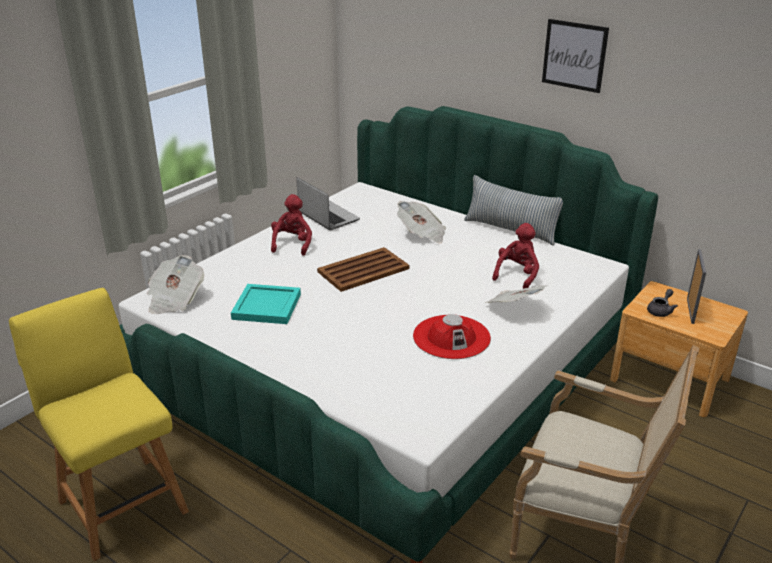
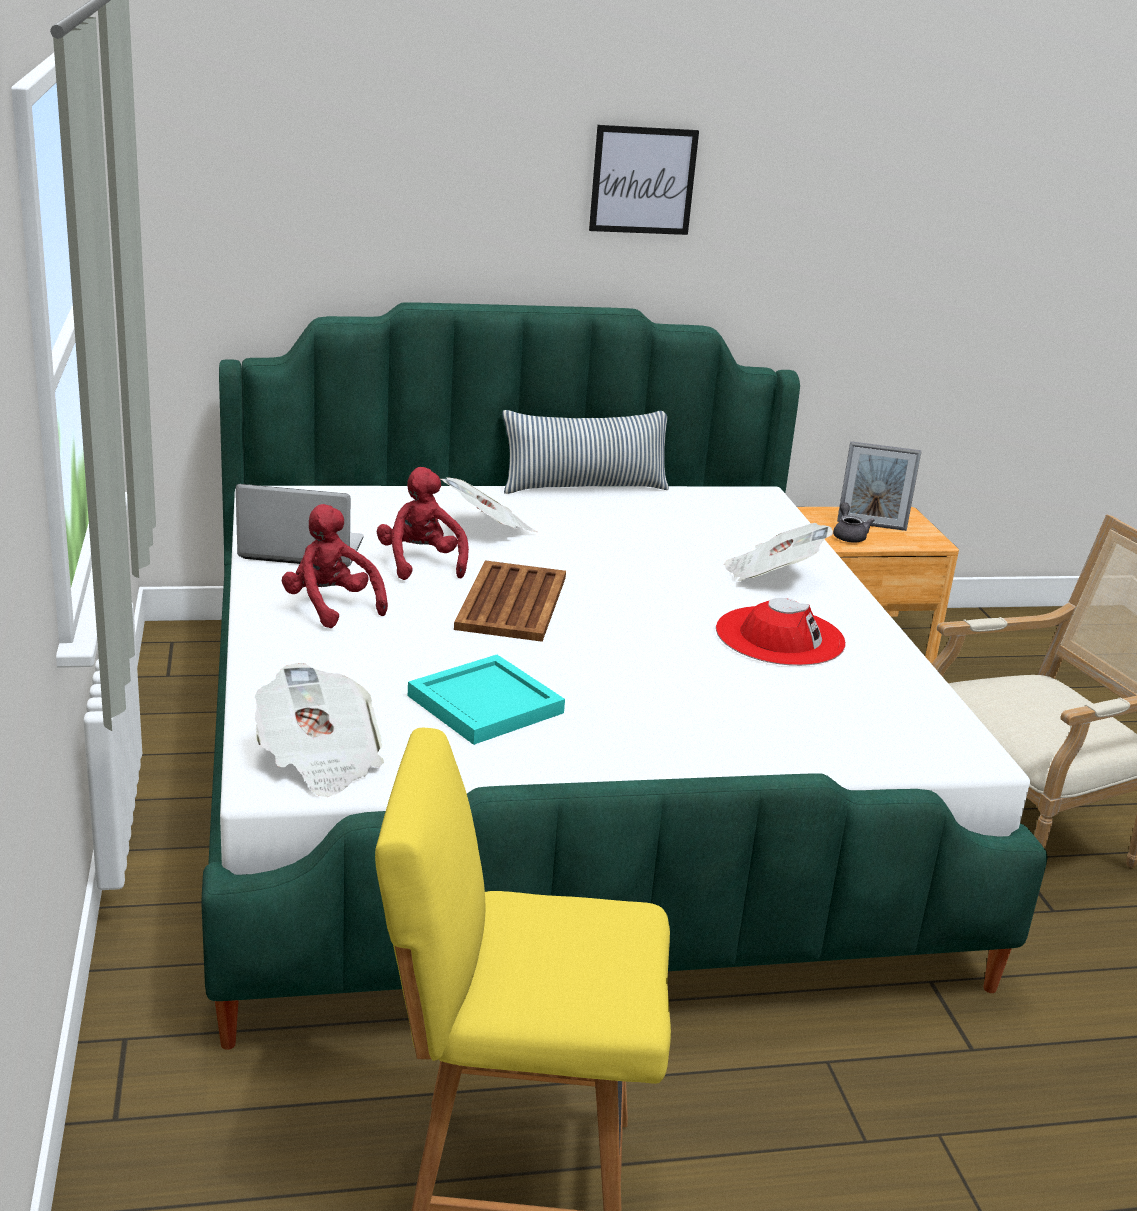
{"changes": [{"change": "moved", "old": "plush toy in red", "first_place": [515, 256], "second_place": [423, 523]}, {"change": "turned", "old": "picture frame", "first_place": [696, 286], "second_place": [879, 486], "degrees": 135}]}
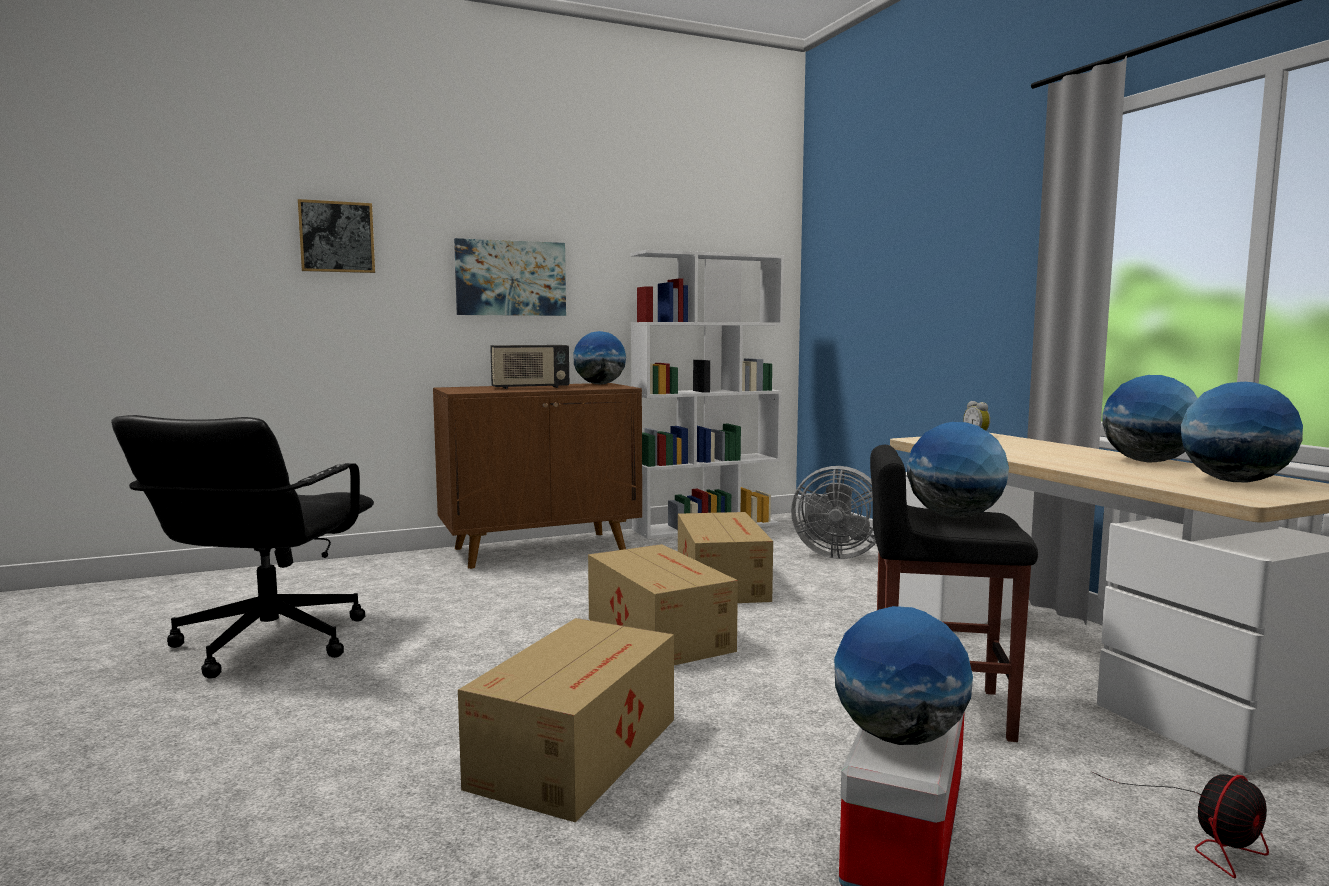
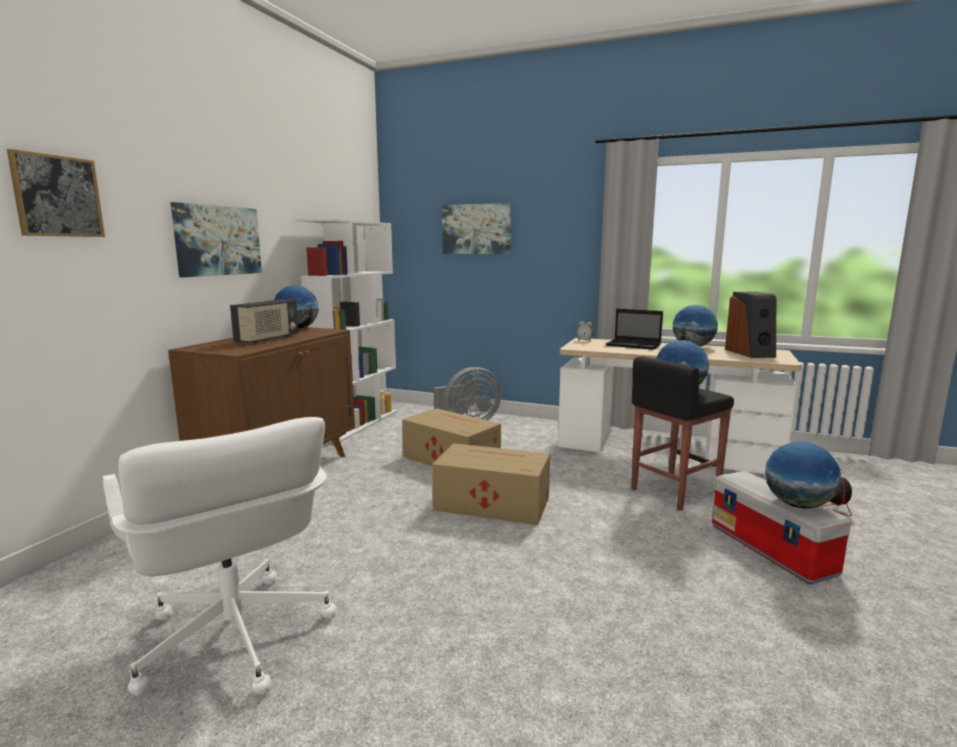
{"changes": [{"change": "removed", "old": "cardboard box", "first_place": [566, 720]}, {"change": "added", "new": "picture", "second_place": [476, 228]}, {"change": "added", "new": "laptop", "second_place": [634, 329]}, {"change": "replaced", "old": "globe", "new": "speaker", "first_place": [1242, 432], "second_place": [750, 325]}, {"change": "recoloured", "old": "office chair in black", "new": "office chair in white", "first_place": [242, 546], "second_place": [220, 556]}]}
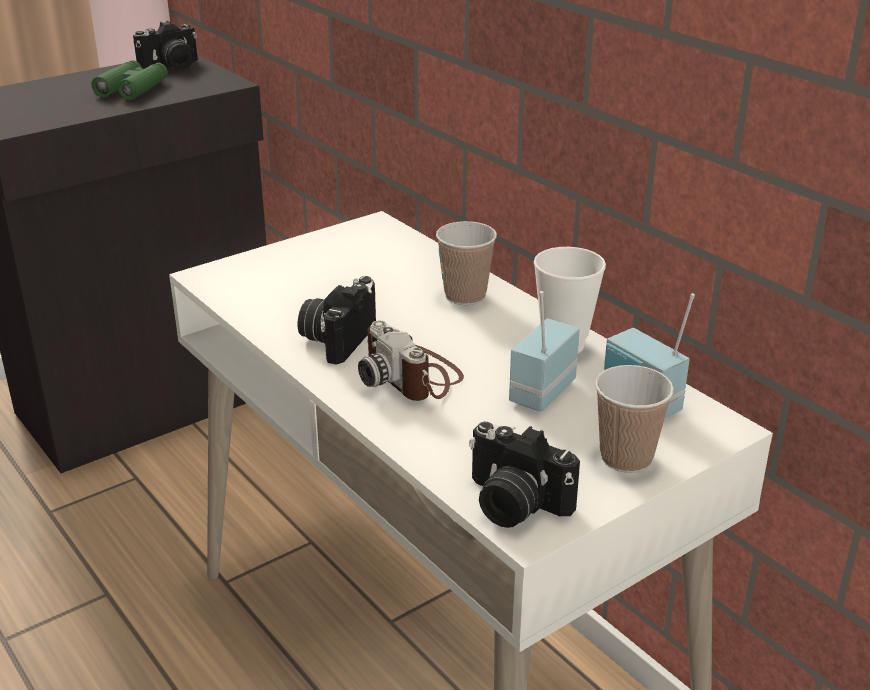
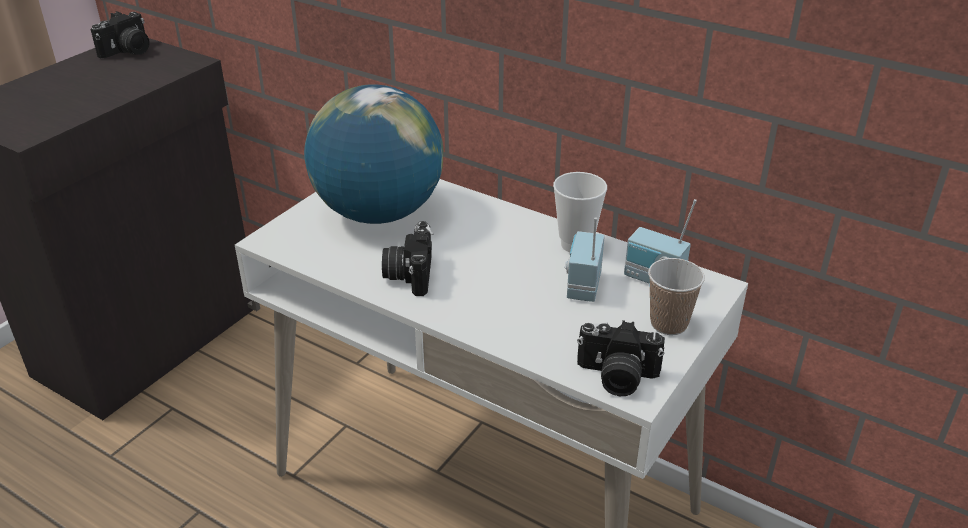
{"changes": [{"change": "removed", "old": "binoculars in green", "first_place": [129, 80]}, {"change": "removed", "old": "photo camera", "first_place": [411, 360]}, {"change": "removed", "old": "cup", "first_place": [466, 263]}, {"change": "added", "new": "globe", "second_place": [373, 154]}]}
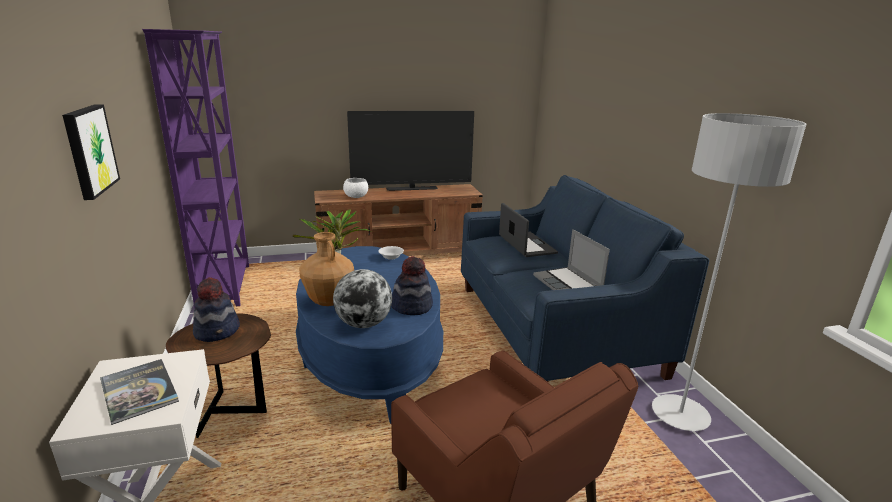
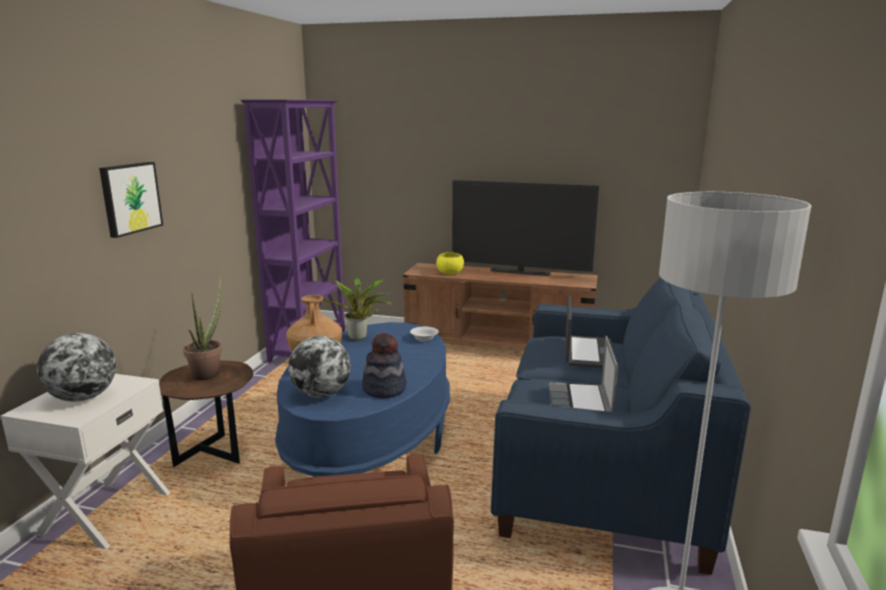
{"changes": [{"change": "replaced", "old": "book", "new": "globe", "first_place": [139, 392], "second_place": [76, 367]}, {"change": "replaced", "old": "hat", "new": "potted plant", "first_place": [216, 309], "second_place": [202, 328]}, {"change": "recoloured", "old": "bowl in white", "new": "bowl in yellow", "first_place": [355, 188], "second_place": [450, 264]}]}
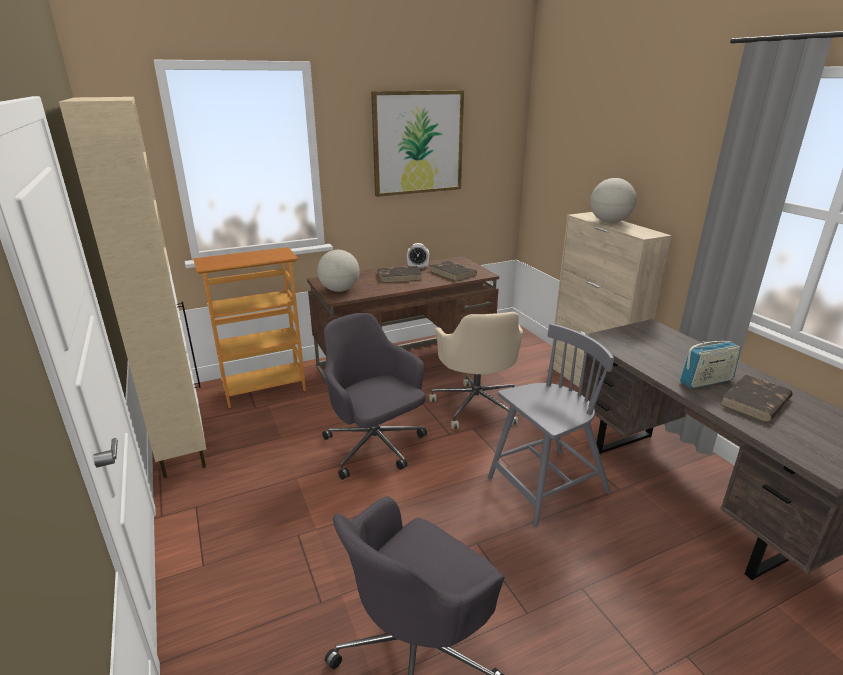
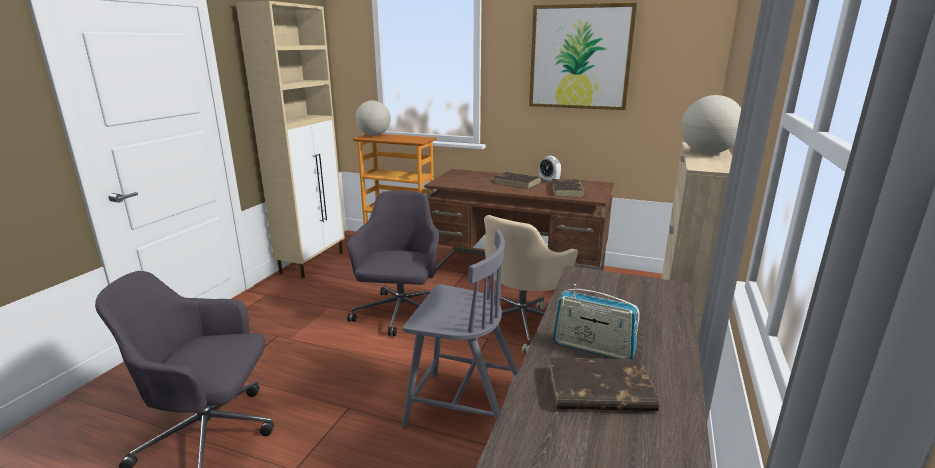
{"changes": [{"change": "moved", "old": "globe", "first_place": [338, 271], "second_place": [373, 118]}]}
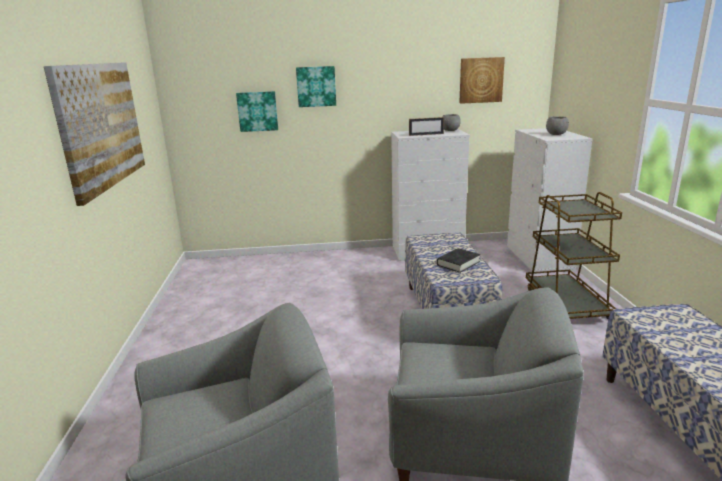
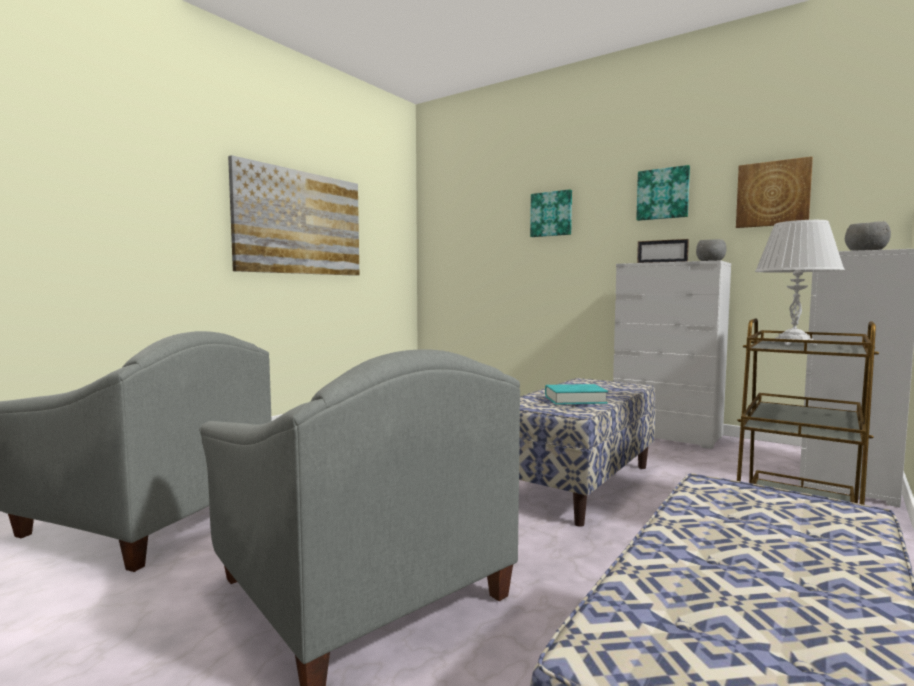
{"changes": [{"change": "added", "new": "table lamp in white", "second_place": [800, 282]}, {"change": "moved", "old": "picture", "first_place": [257, 111], "second_place": [663, 193]}, {"change": "recoloured", "old": "book in black", "new": "book in turquoise", "first_place": [458, 260], "second_place": [576, 394]}]}
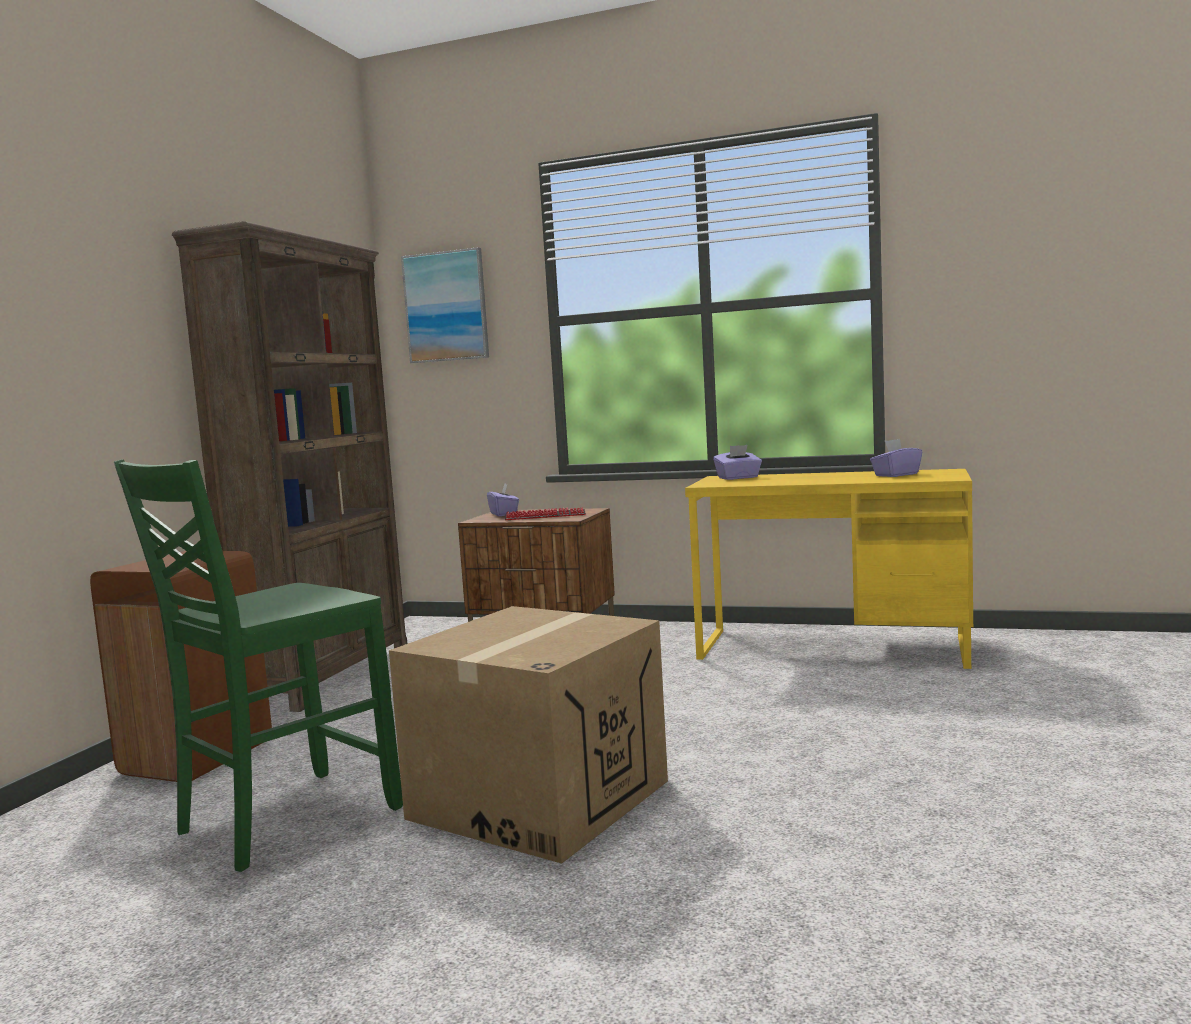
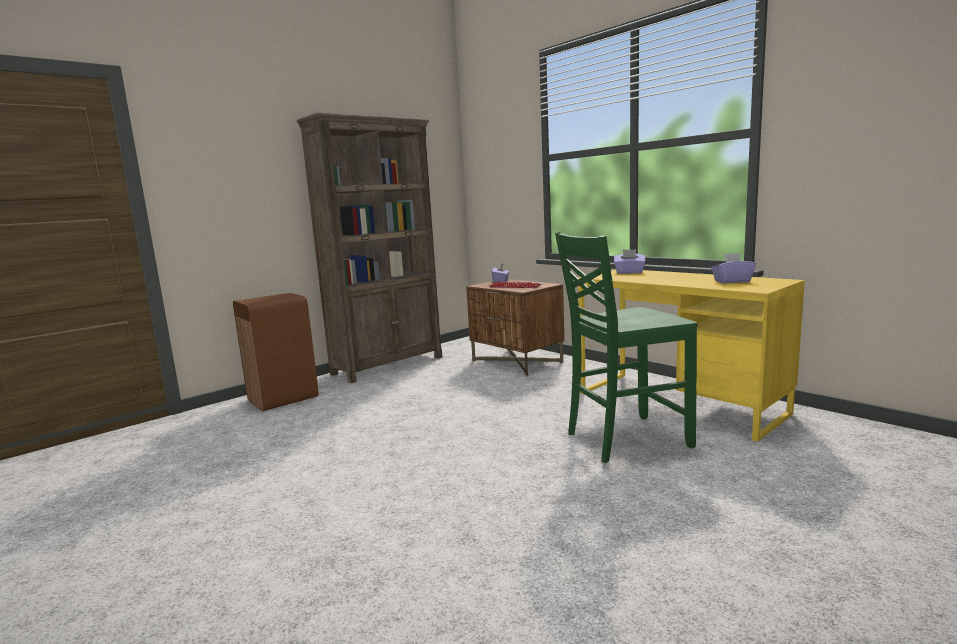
{"changes": [{"change": "removed", "old": "cardboard box", "first_place": [528, 735]}, {"change": "removed", "old": "picture", "first_place": [445, 305]}, {"change": "moved", "old": "chair in green", "first_place": [258, 665], "second_place": [626, 347]}]}
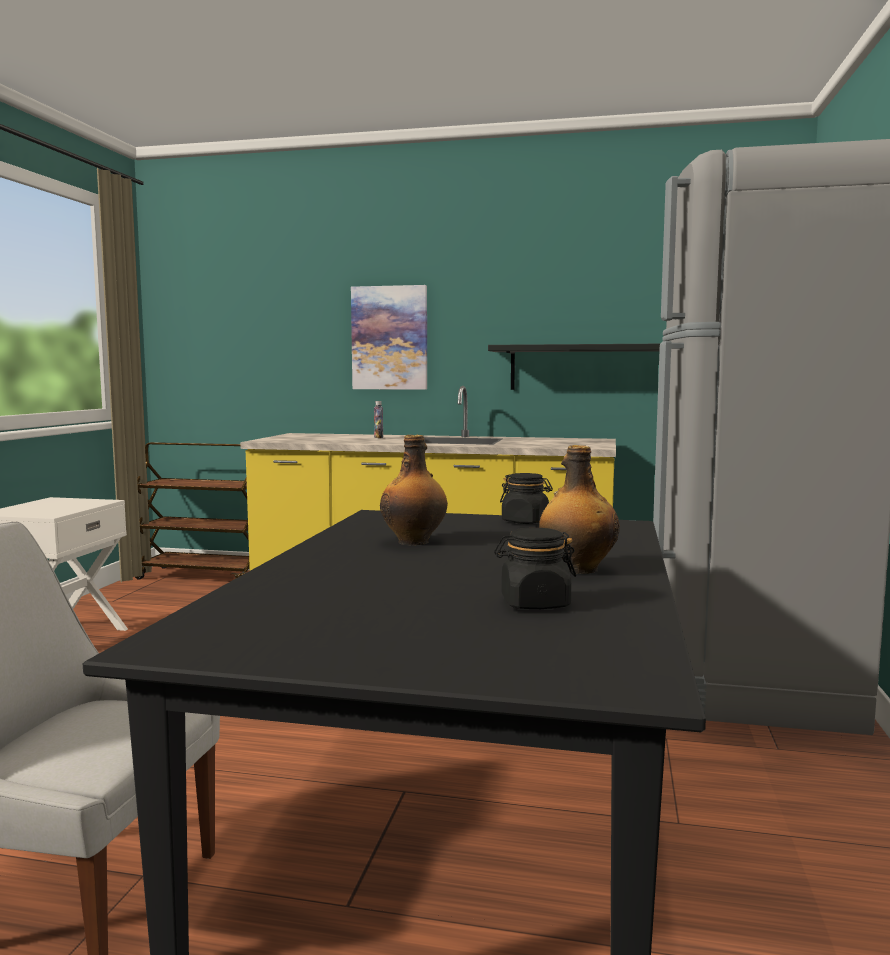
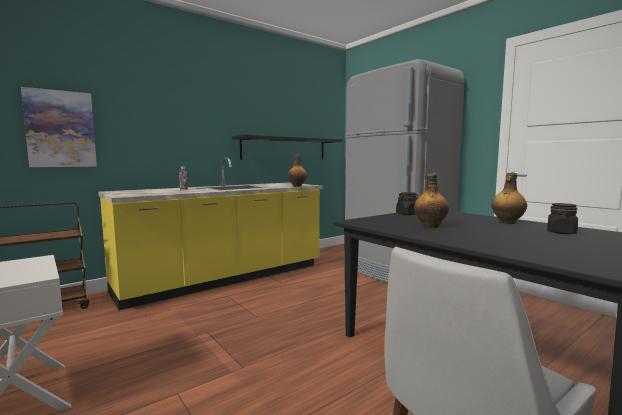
{"changes": [{"change": "added", "new": "bottle", "second_place": [297, 171]}, {"change": "moved", "old": "picture", "first_place": [389, 337], "second_place": [59, 127]}]}
